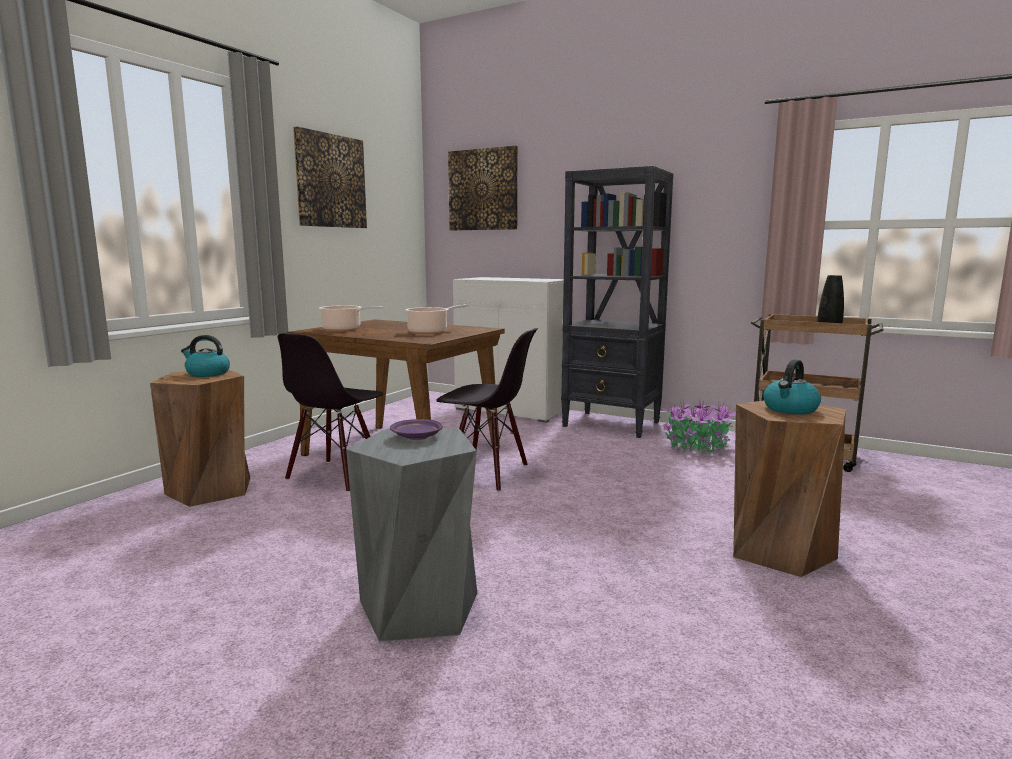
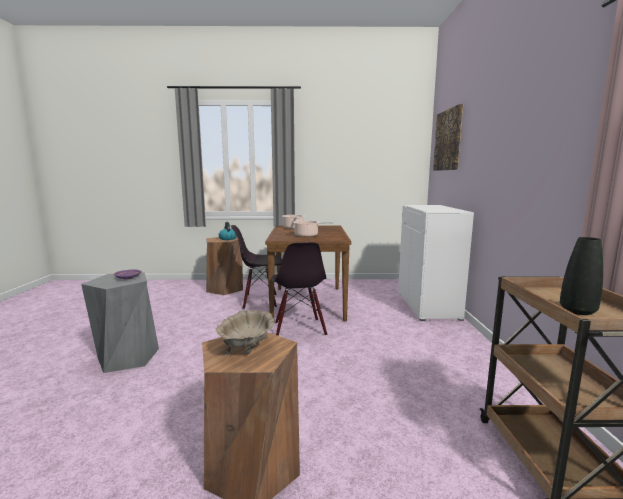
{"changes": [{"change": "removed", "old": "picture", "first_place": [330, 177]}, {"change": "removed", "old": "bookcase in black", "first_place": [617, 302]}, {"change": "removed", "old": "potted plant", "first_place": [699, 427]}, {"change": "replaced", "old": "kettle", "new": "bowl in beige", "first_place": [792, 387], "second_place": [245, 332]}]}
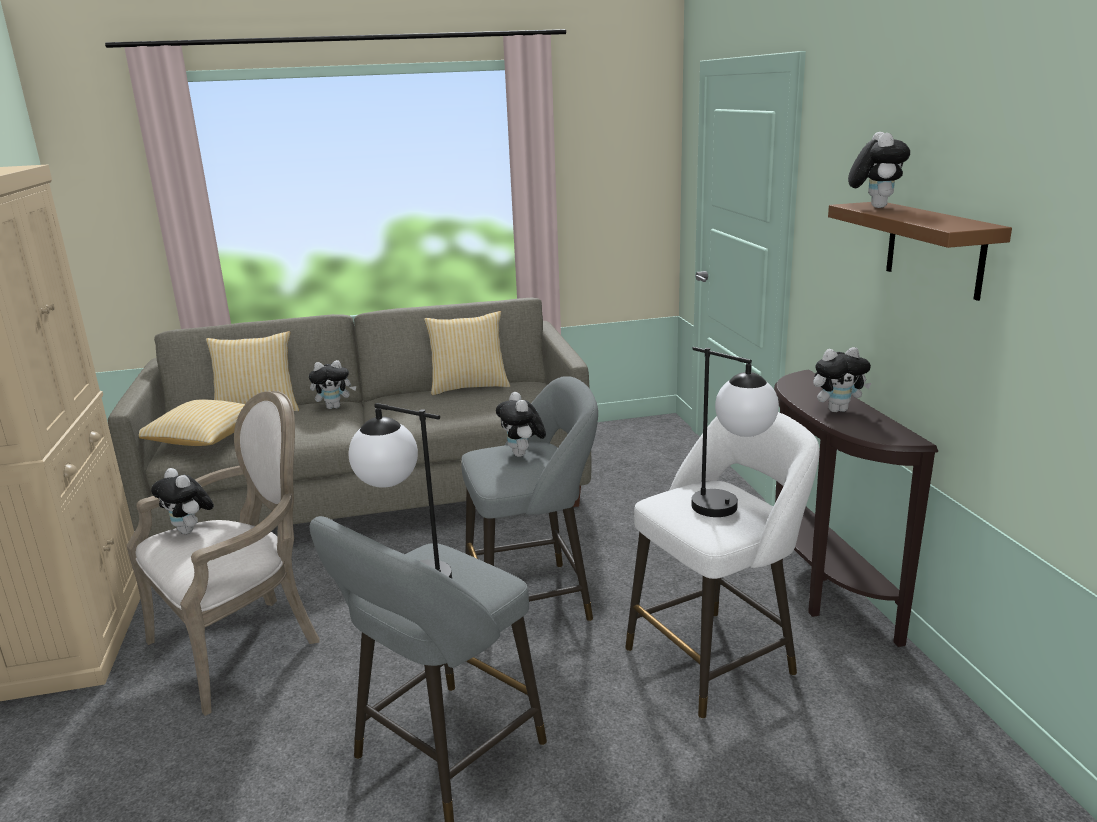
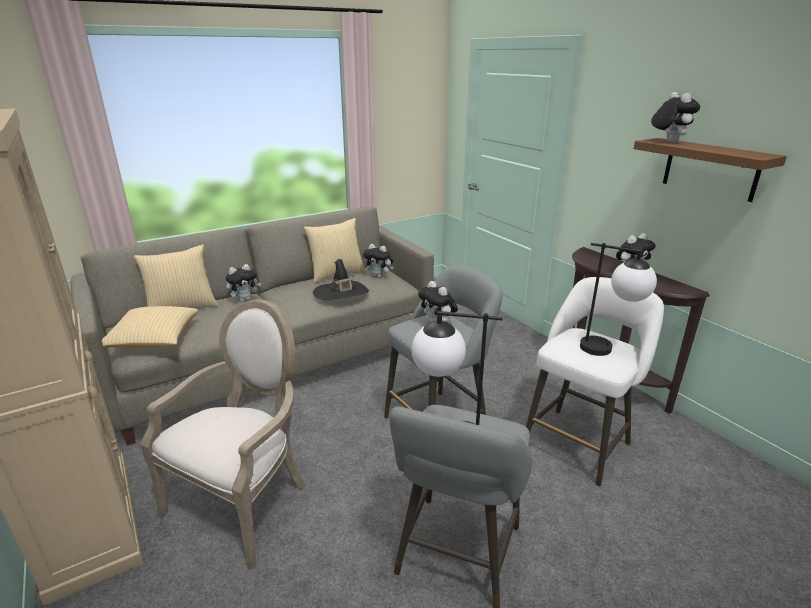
{"changes": [{"change": "added", "new": "hat in black", "second_place": [341, 279]}, {"change": "moved", "old": "plush toy", "first_place": [182, 501], "second_place": [378, 261]}]}
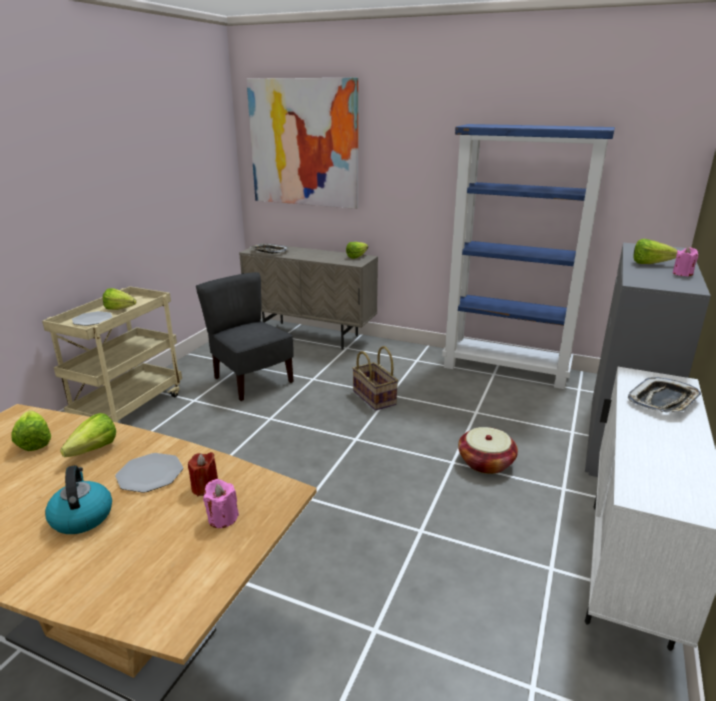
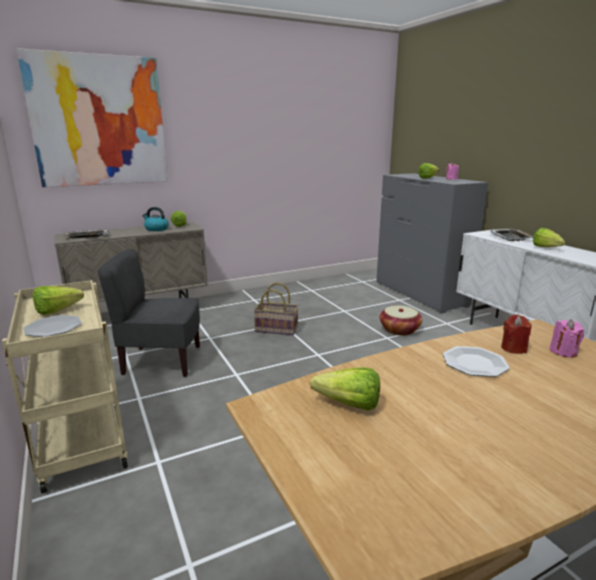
{"changes": [{"change": "removed", "old": "bookcase in blue", "first_place": [528, 256]}, {"change": "moved", "old": "kettle", "first_place": [78, 499], "second_place": [155, 219]}, {"change": "moved", "old": "lettuce", "first_place": [88, 435], "second_place": [549, 237]}]}
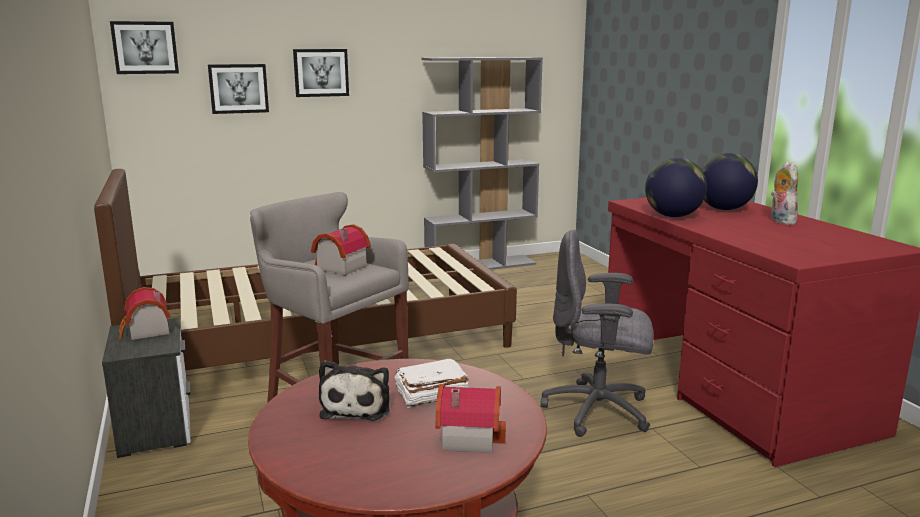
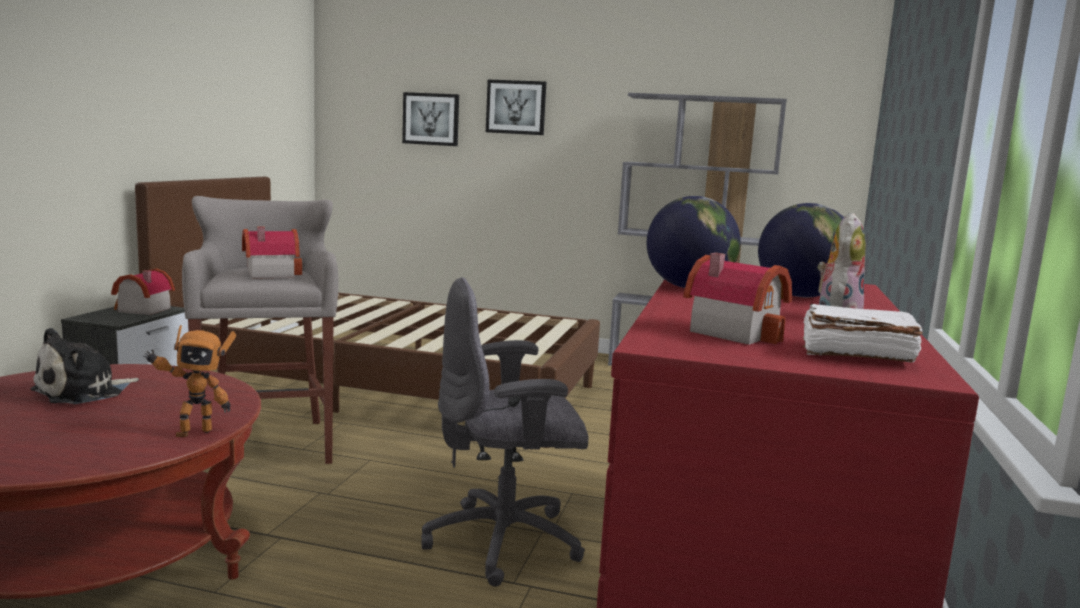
{"changes": [{"change": "removed", "old": "picture", "first_place": [144, 47]}, {"change": "added", "new": "toy robot", "second_place": [189, 381]}, {"change": "moved", "old": "book in white", "first_place": [432, 383], "second_place": [862, 333]}, {"change": "moved", "old": "toy house", "first_place": [471, 418], "second_place": [737, 299]}, {"change": "turned", "old": "office chair in grey", "first_place": [597, 333], "second_place": [505, 432], "degrees": -60}]}
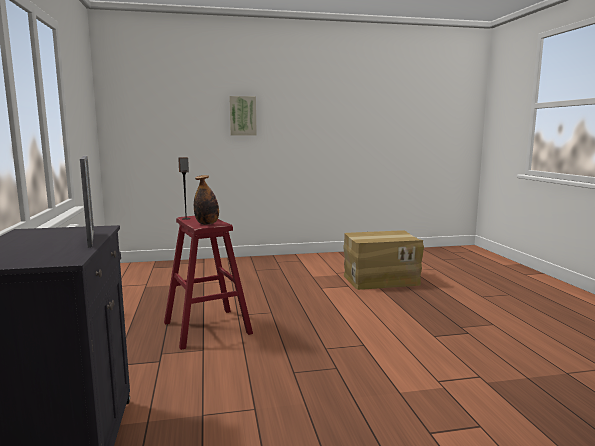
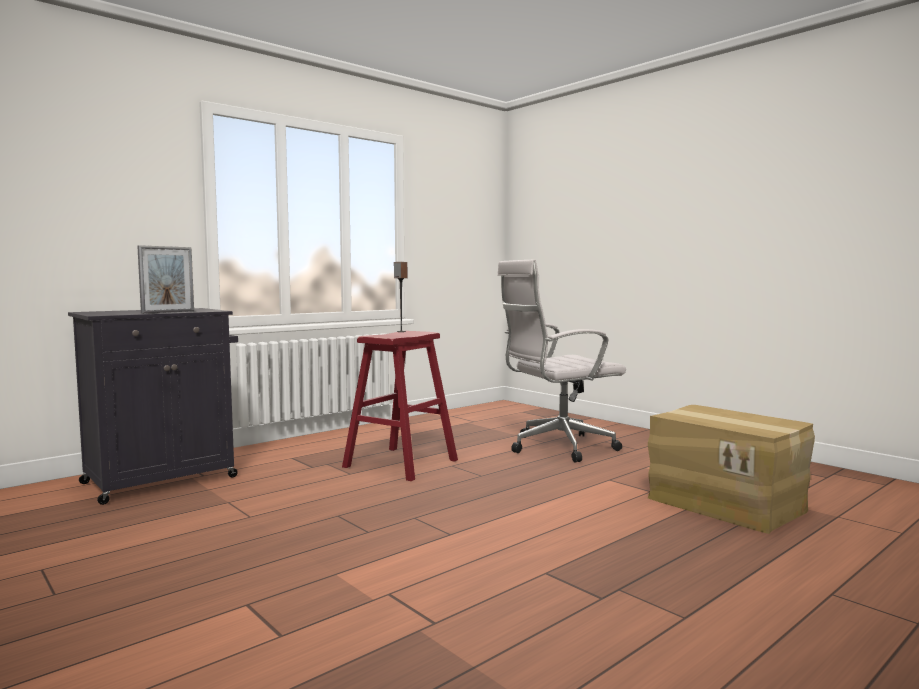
{"changes": [{"change": "removed", "old": "bottle", "first_place": [206, 200]}, {"change": "removed", "old": "picture", "first_place": [243, 116]}, {"change": "added", "new": "office chair in white", "second_place": [561, 361]}]}
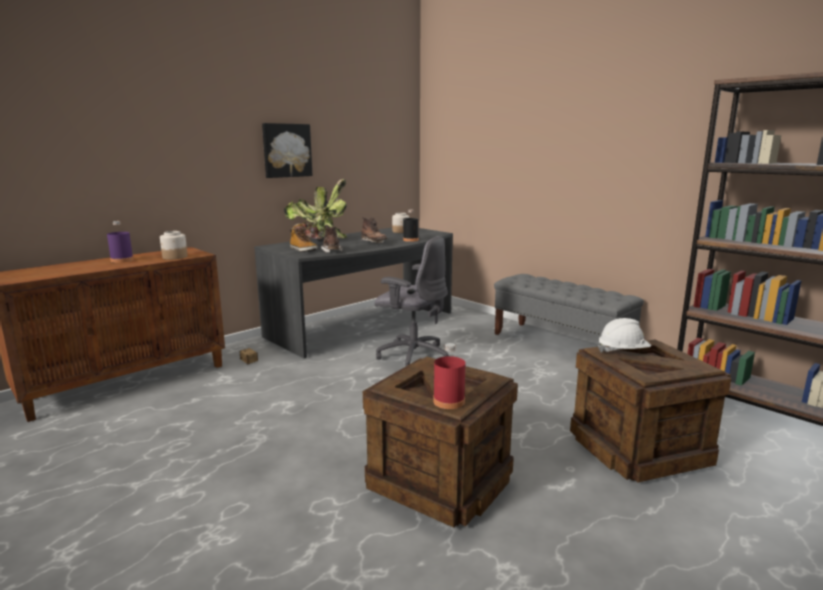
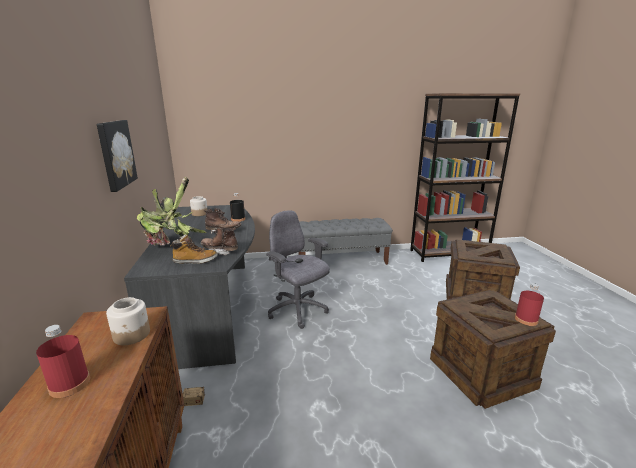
{"changes": [{"change": "removed", "old": "hard hat in white", "first_place": [624, 335]}, {"change": "recoloured", "old": "bottle in purple", "new": "bottle in red", "first_place": [120, 242], "second_place": [63, 361]}, {"change": "turned", "old": "office chair in grey", "first_place": [412, 301], "second_place": [298, 269], "degrees": -105}]}
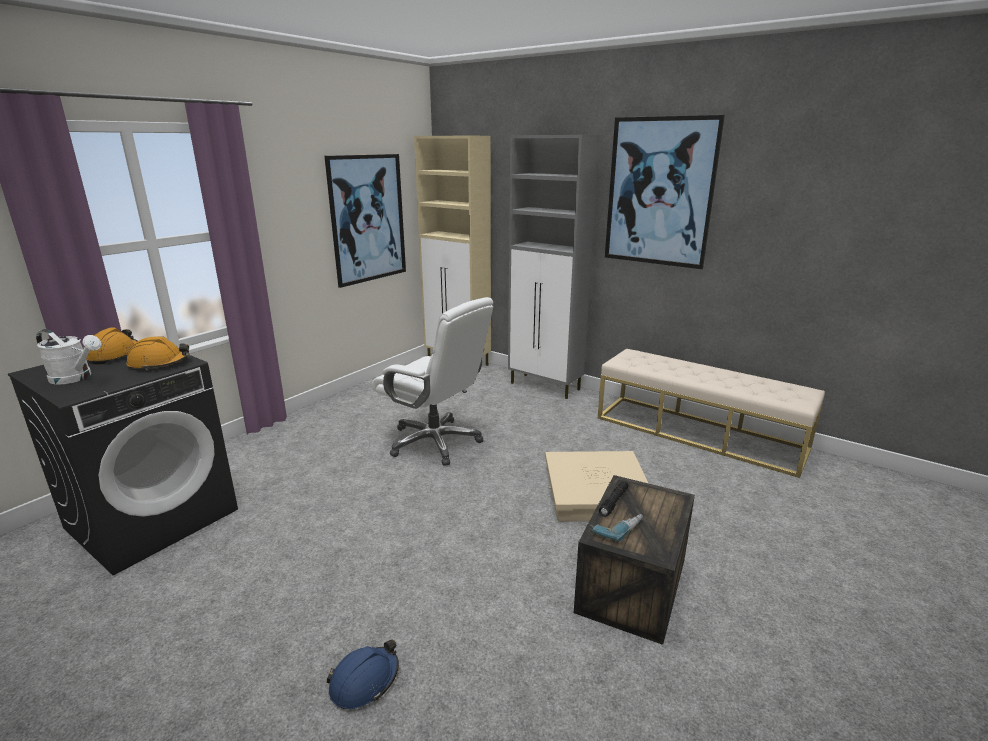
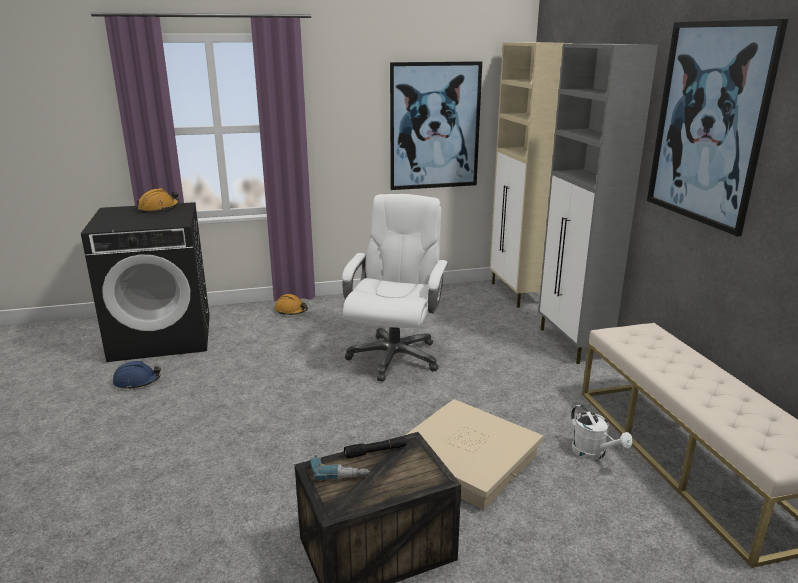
{"changes": [{"change": "moved", "old": "watering can in white", "first_place": [68, 356], "second_place": [602, 432]}, {"change": "moved", "old": "hard hat in orange", "first_place": [158, 353], "second_place": [291, 304]}, {"change": "moved", "old": "hard hat in blue", "first_place": [363, 674], "second_place": [137, 375]}, {"change": "turned", "old": "office chair in white", "first_place": [432, 381], "second_place": [395, 287], "degrees": -150}]}
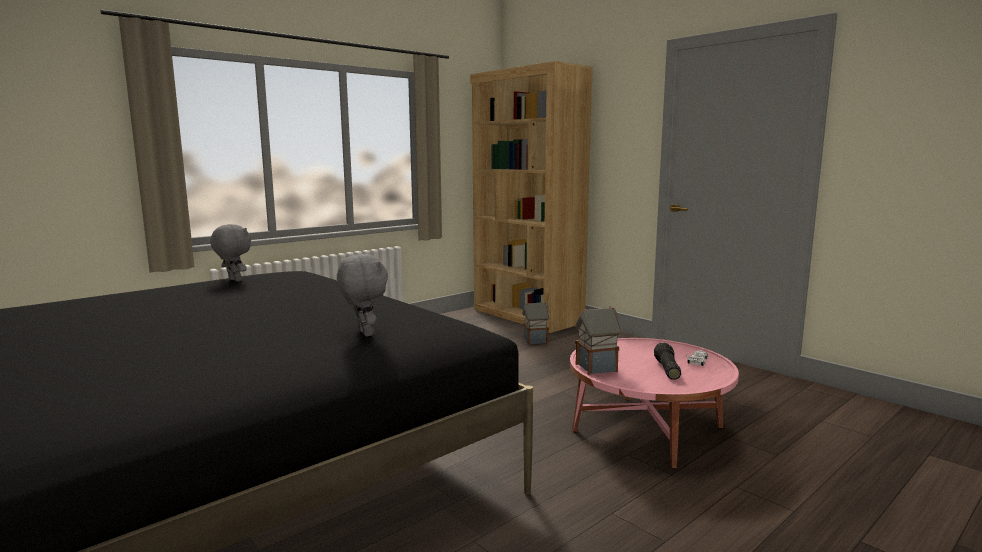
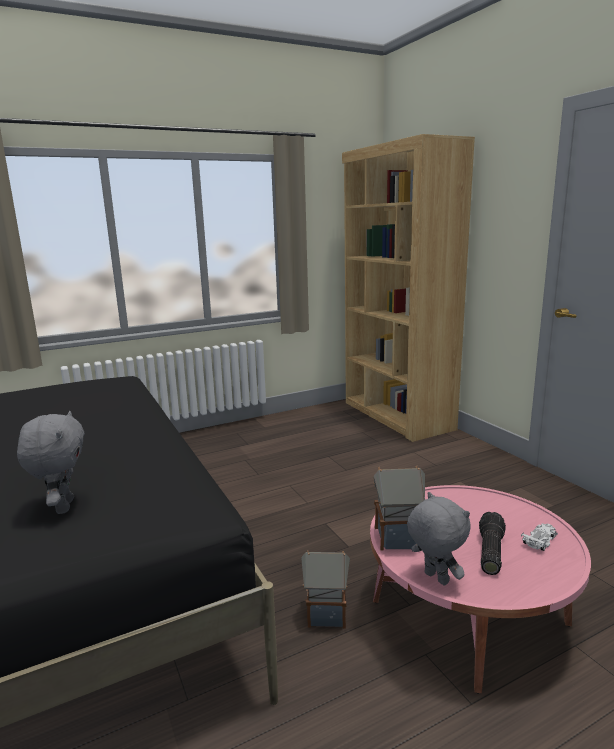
{"changes": [{"change": "moved", "old": "plush toy in grey", "first_place": [230, 253], "second_place": [438, 538]}, {"change": "moved", "old": "toy house", "first_place": [536, 323], "second_place": [325, 589]}]}
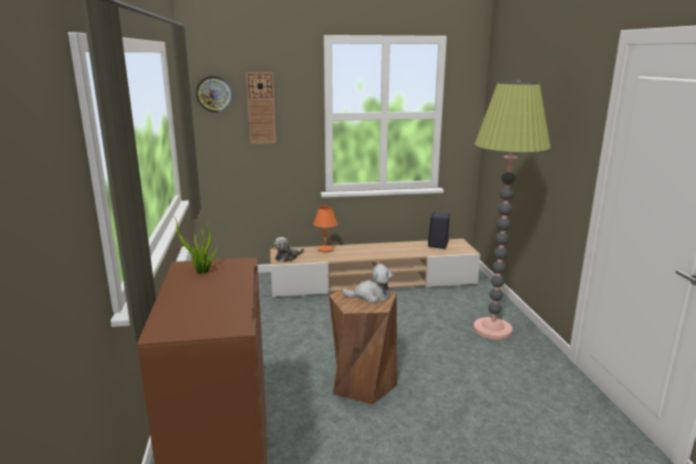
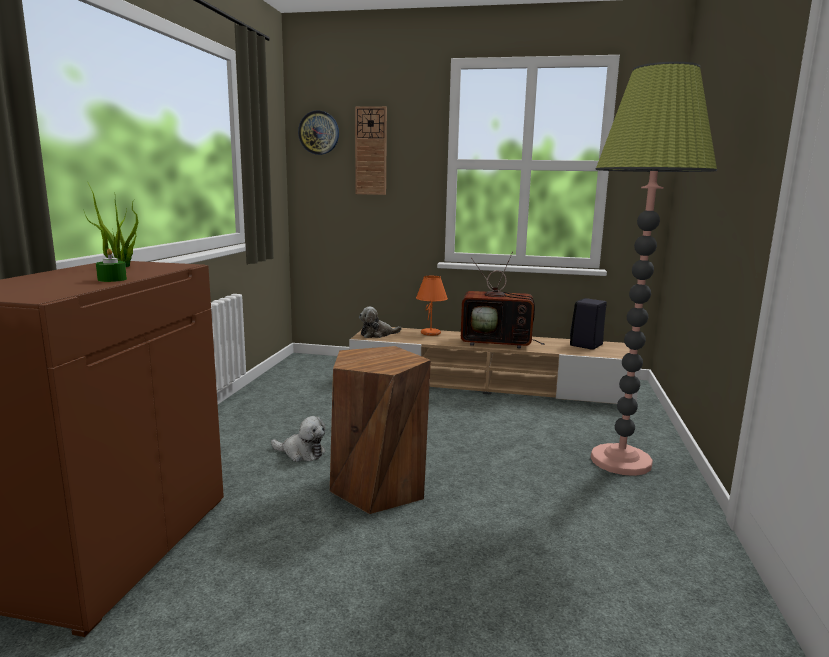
{"changes": [{"change": "added", "new": "candle in green", "second_place": [111, 265]}, {"change": "added", "new": "television", "second_place": [503, 300]}, {"change": "moved", "old": "plush toy", "first_place": [367, 283], "second_place": [298, 439]}]}
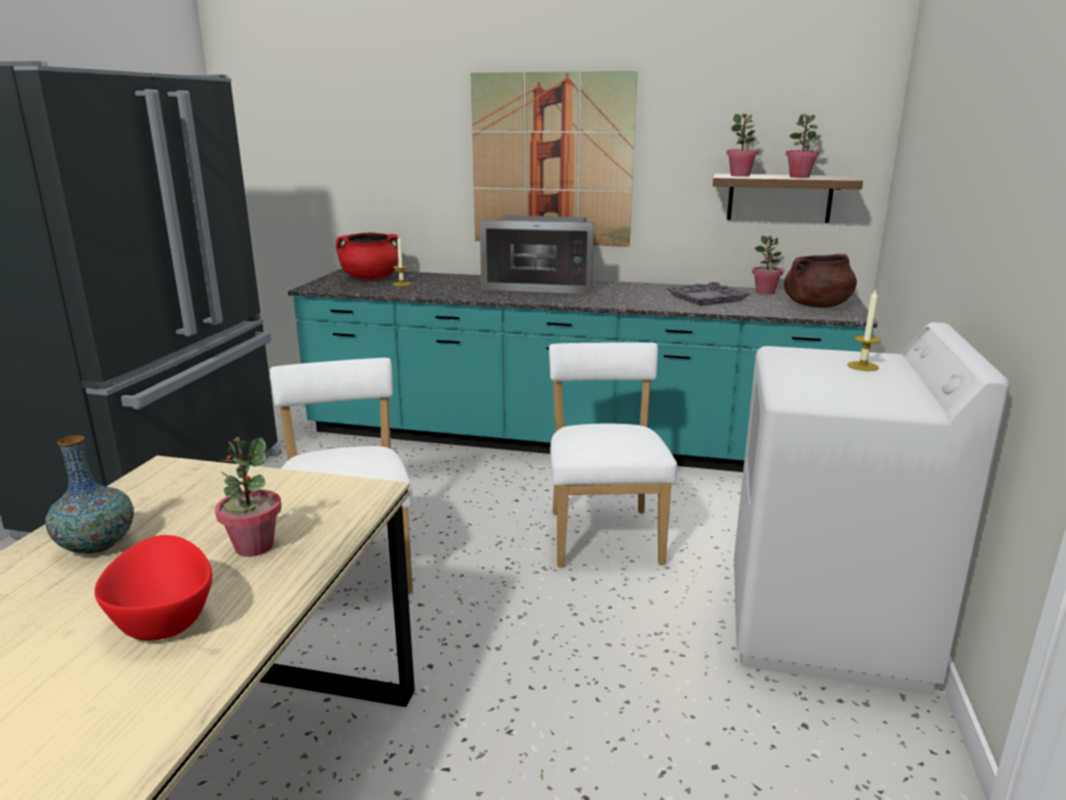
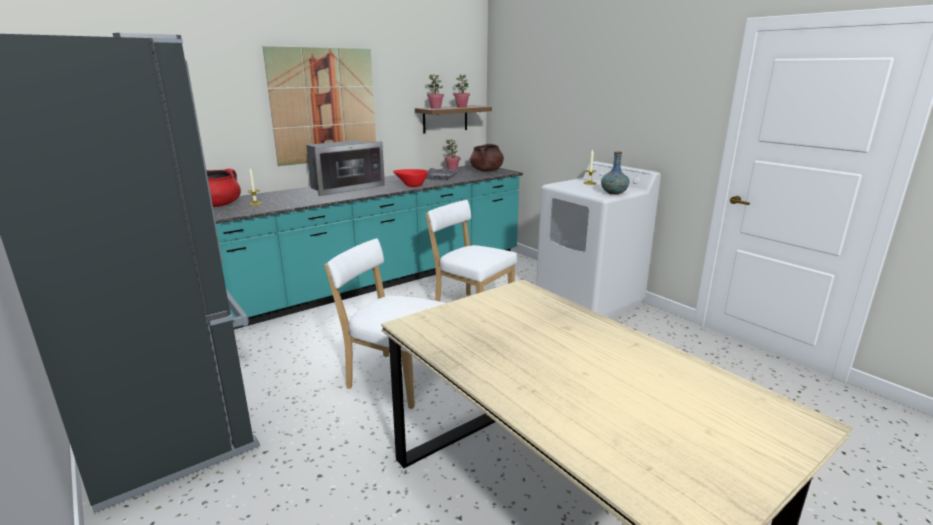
{"changes": [{"change": "removed", "old": "potted plant", "first_place": [248, 497]}, {"change": "moved", "old": "vase", "first_place": [89, 494], "second_place": [615, 173]}, {"change": "moved", "old": "bowl in red", "first_place": [153, 587], "second_place": [410, 178]}]}
